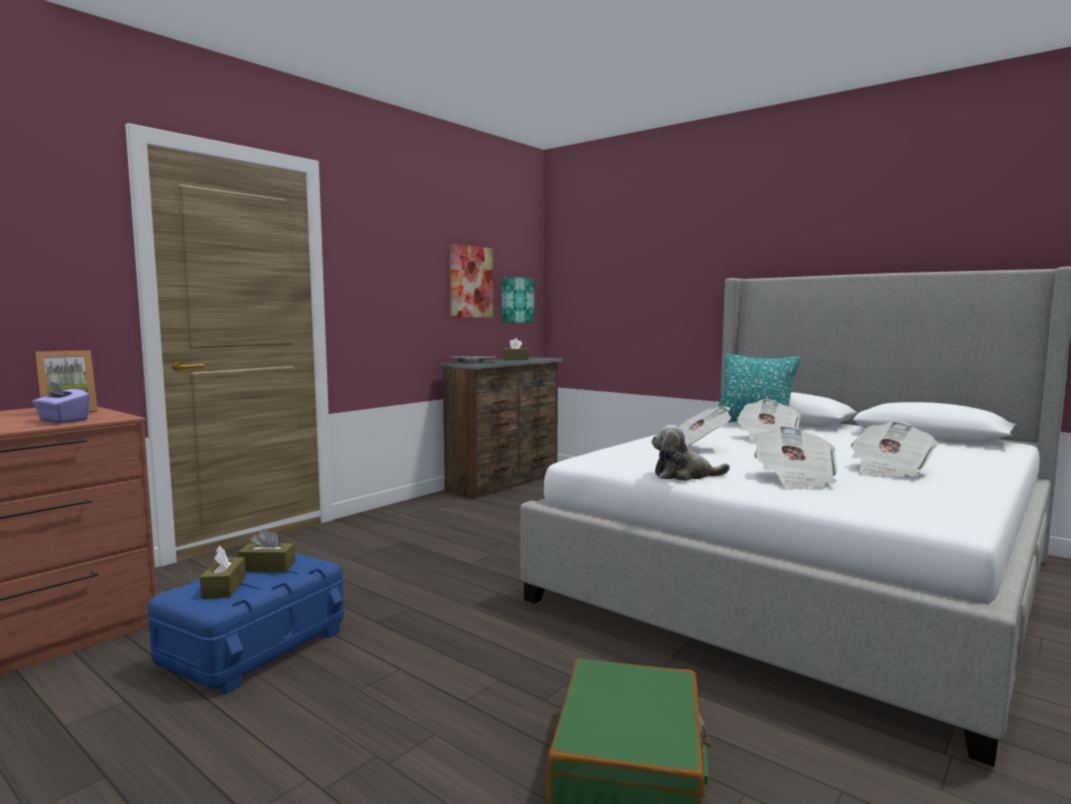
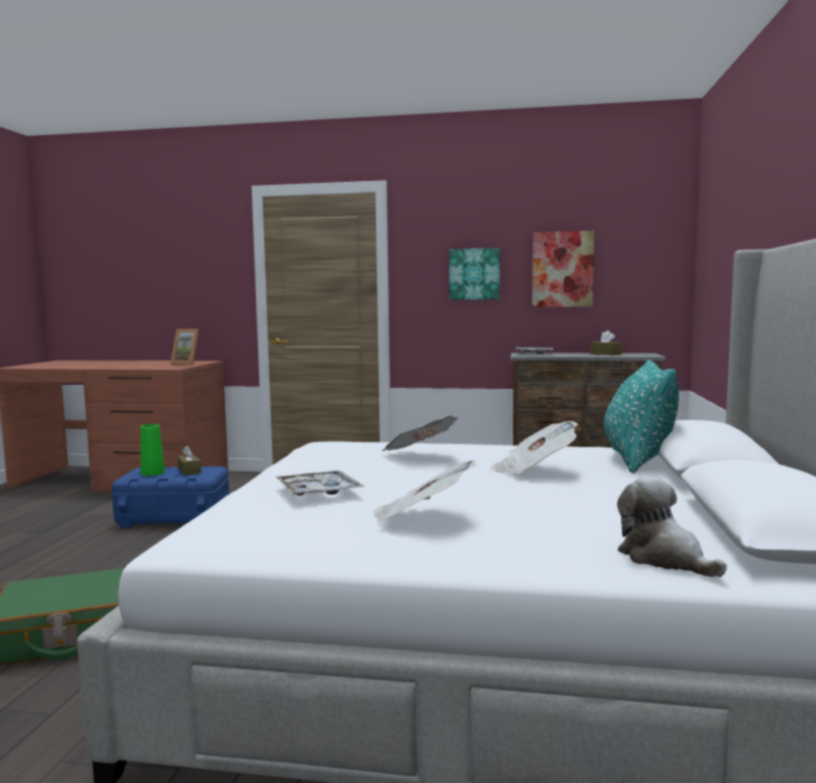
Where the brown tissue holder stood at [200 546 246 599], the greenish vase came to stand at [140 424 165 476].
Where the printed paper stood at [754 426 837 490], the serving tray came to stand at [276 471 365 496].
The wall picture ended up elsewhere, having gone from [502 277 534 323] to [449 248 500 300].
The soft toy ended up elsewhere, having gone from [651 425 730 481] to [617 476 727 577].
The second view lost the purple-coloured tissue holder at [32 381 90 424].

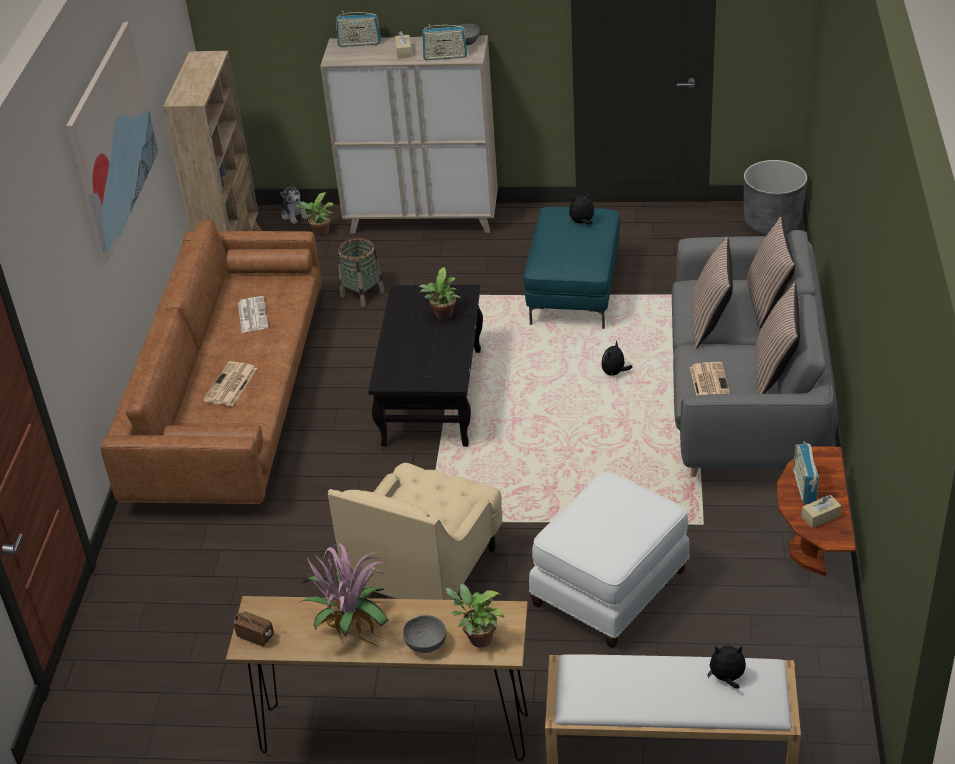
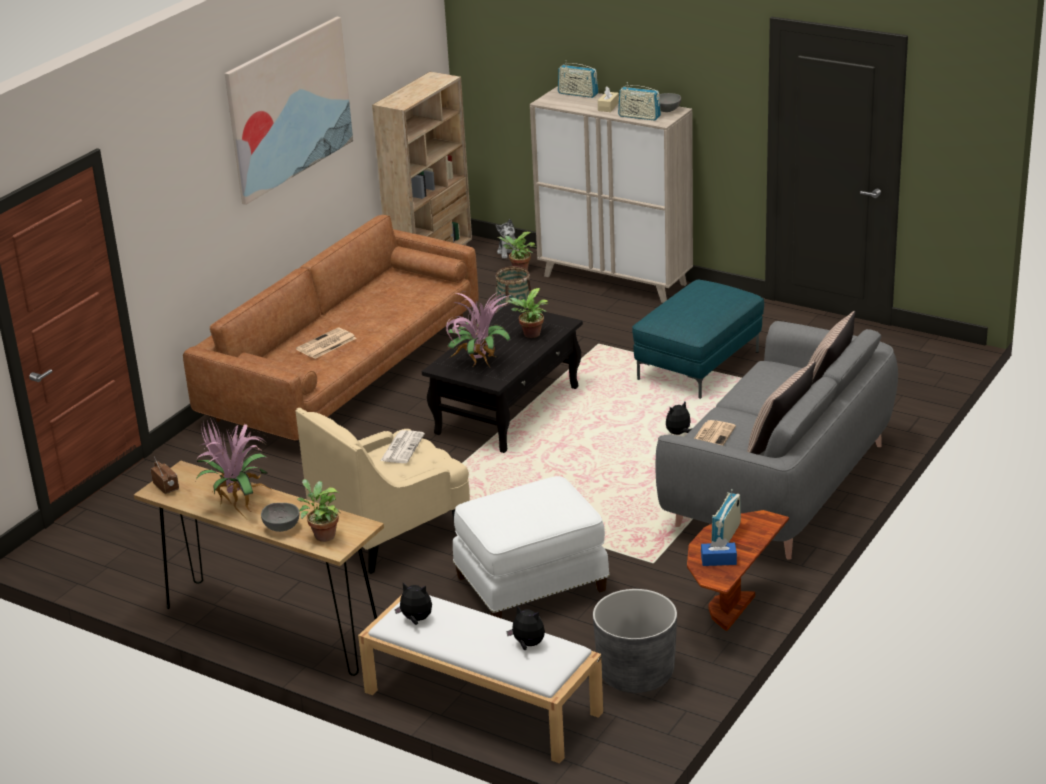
The printed paper ended up elsewhere, having gone from [238 296 269 333] to [380 430 425 463].
The soft toy ended up elsewhere, having gone from [569 194 594 225] to [395 583 432 625].
The second view gained the potted plant at [446 291 512 368].
The grey plant pot ended up elsewhere, having gone from [744 160 807 235] to [593 589 677 693].
What was the sand-coloured tissue holder at [801 495 841 528] turned into the blue tissue holder at [701 537 737 566].
The second view lost the throw pillow at [692 237 733 349].

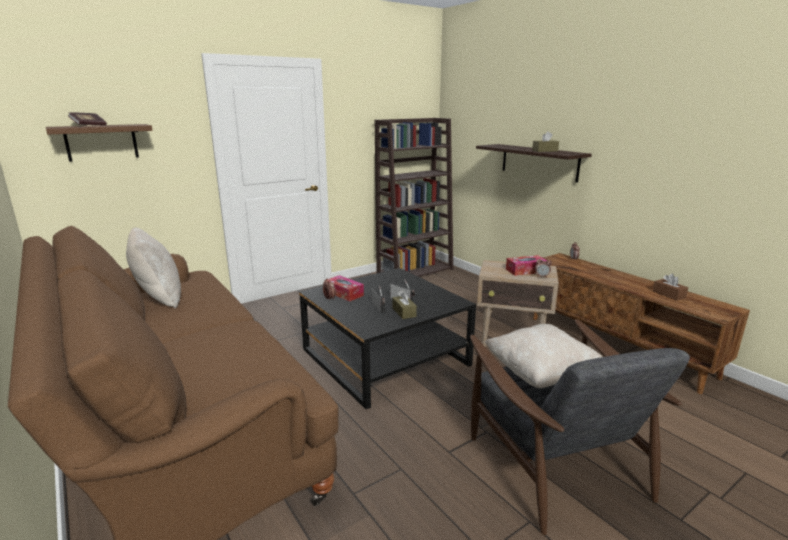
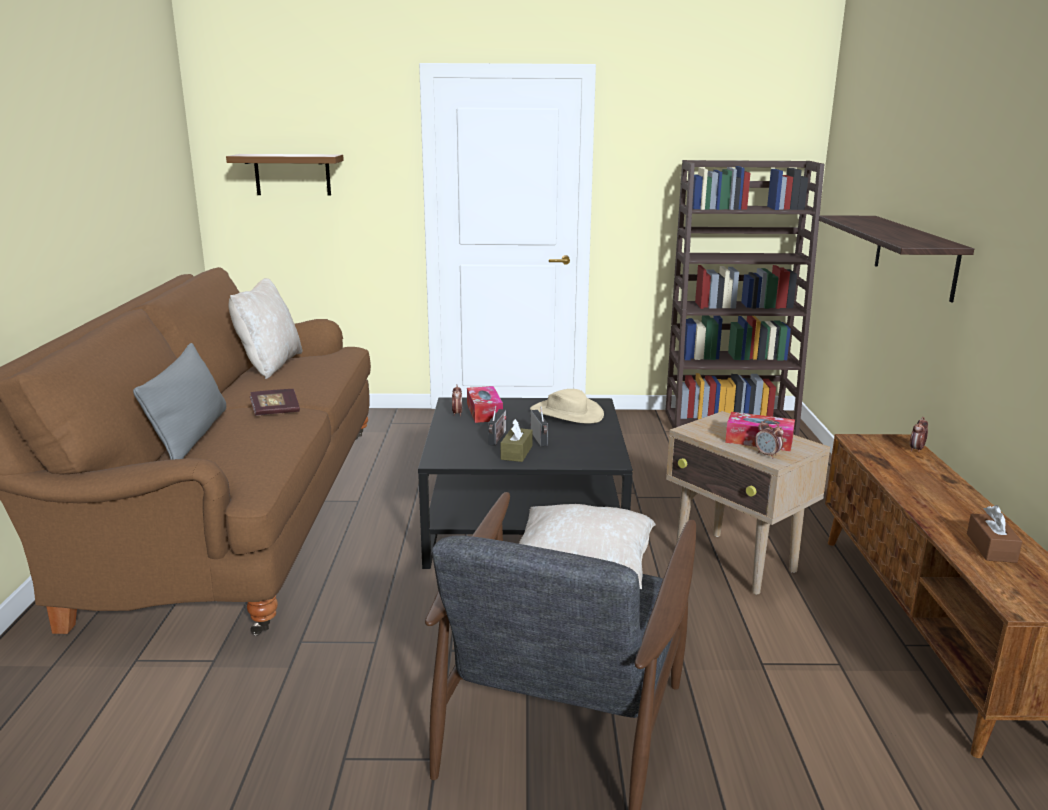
The second view gained the grey throw pillow at [133 343 226 460].
The bound book ended up elsewhere, having gone from [68 112 107 126] to [250 389 300 416].
The second view gained the sand-coloured wearable hat at [530 389 604 423].
The second view lost the brown tissue holder at [532 131 559 152].

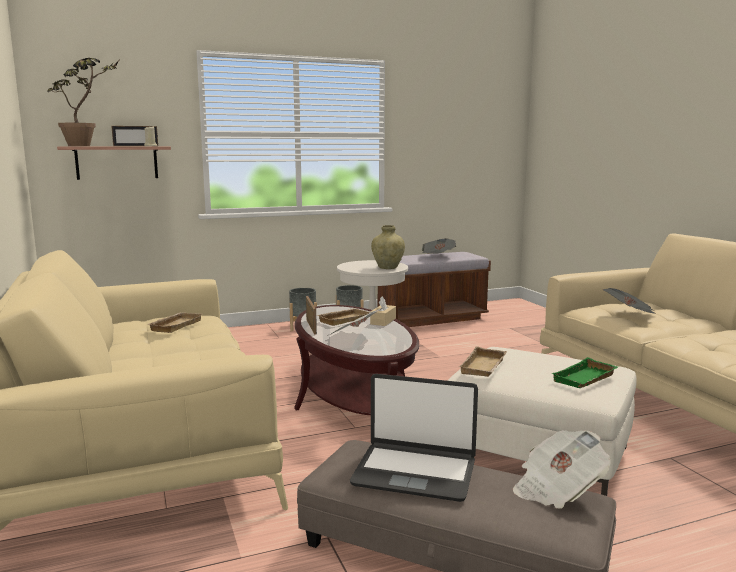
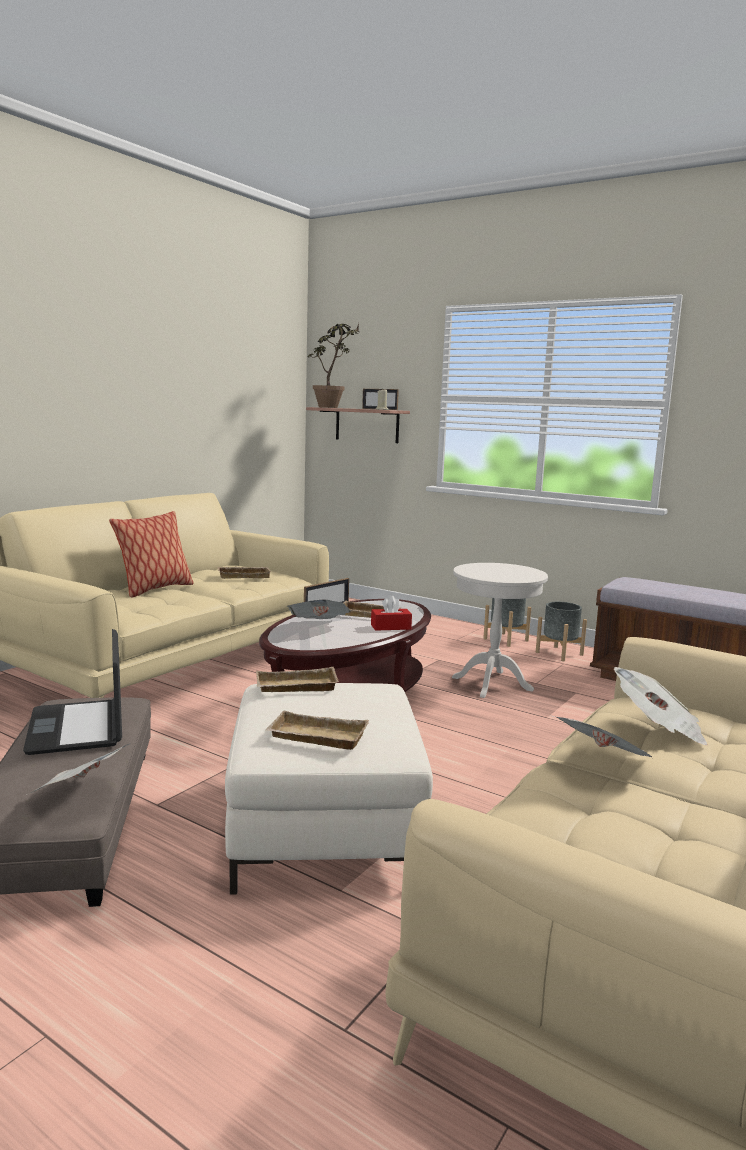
The second view gained the throw pillow at [109 511 194 598].
What was the greenish serving tray at [551 357 618 388] turned into the sand-coloured serving tray at [266 711 369 750].
What was the sand-coloured tissue holder at [370 296 396 326] turned into the reddish tissue holder at [371 596 412 631].
The printed paper ended up elsewhere, having gone from [422 238 456 254] to [550 715 652 757].
The second view lost the sand-coloured vase at [371 225 405 269].

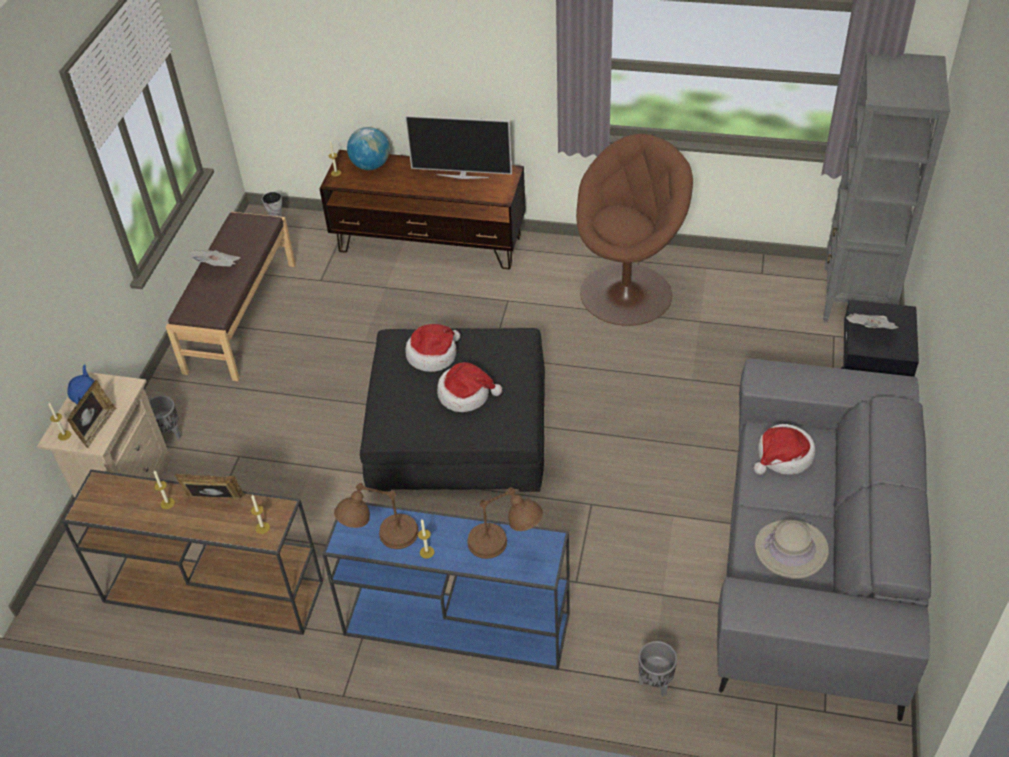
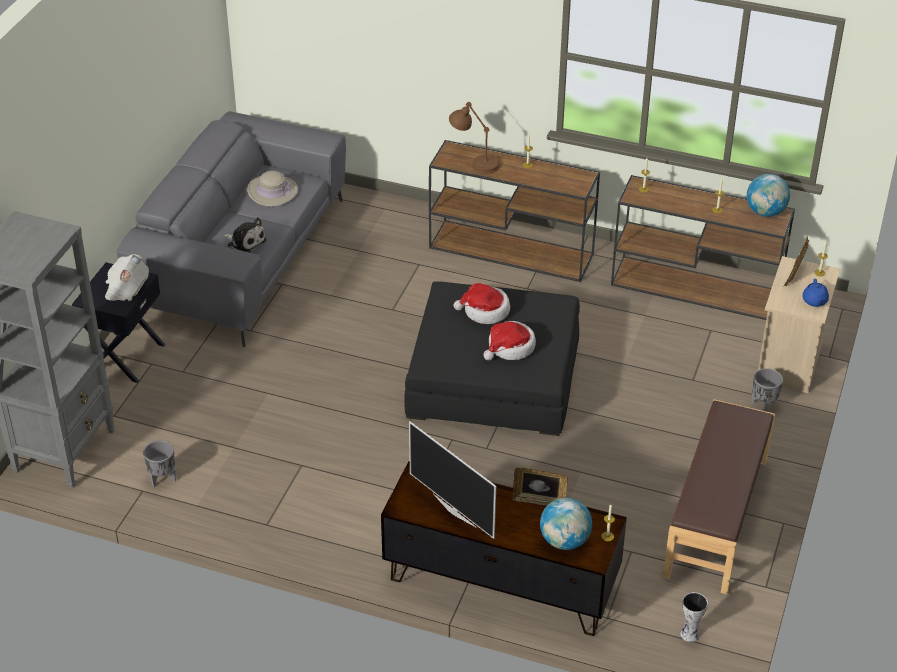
The grey plant pot ended up elsewhere, having gone from [639 641 677 697] to [143 440 176 487].
Where the wearable hat stood at [754 424 816 475], the soft toy came to stand at [224 217 266 253].
The television at [405 115 512 179] ended up facing another way, 150 degrees counterclockwise from before.
What was the blue console table at [322 499 570 670] turned into the brown console table at [429 140 600 282].
The picture frame ended up elsewhere, having gone from [175 473 245 498] to [512 468 568 506].
The second view gained the world globe at [747 174 790 217].
The second view lost the printed paper at [188 250 240 267].
The second view lost the brown lamp for a table at [334 483 419 549].
The second view lost the brown easy chair at [576 134 693 326].

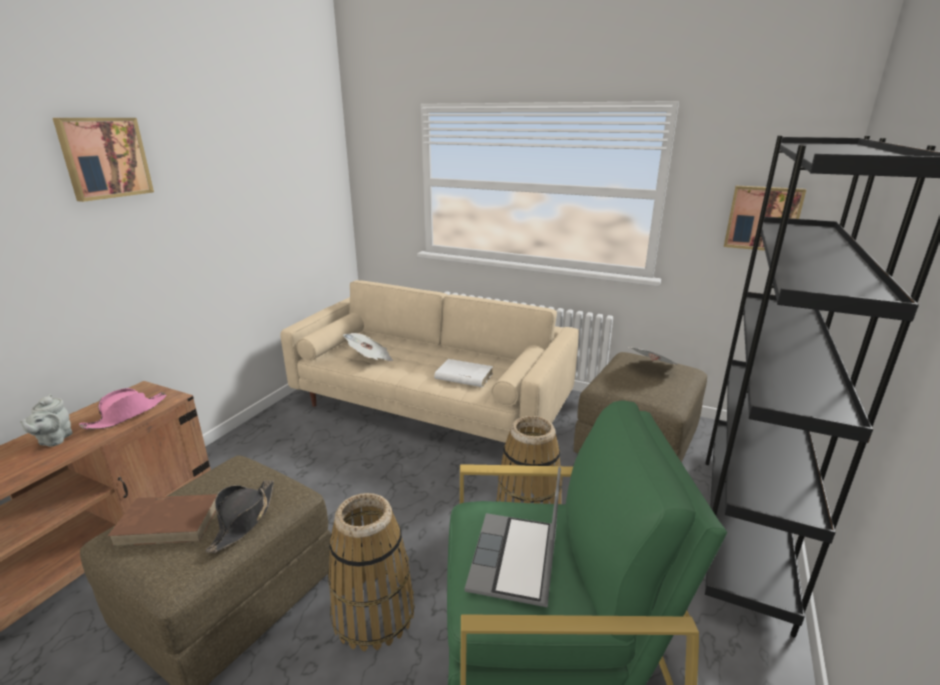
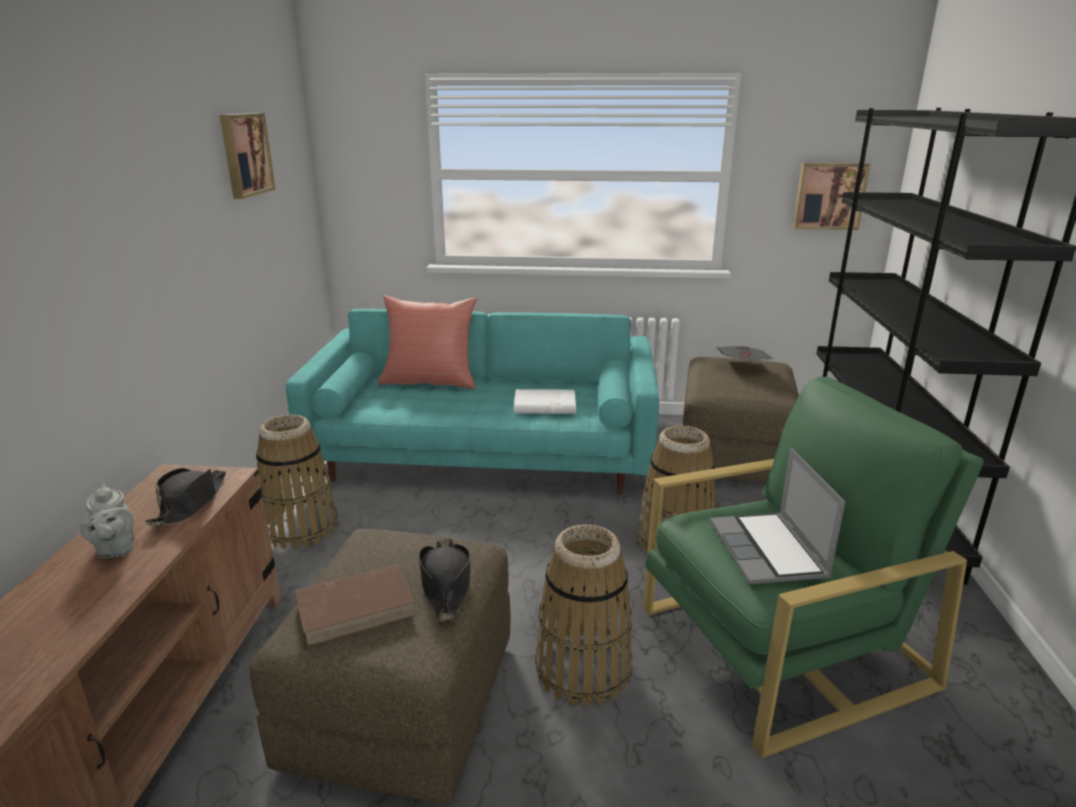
What was the pink-coloured wearable hat at [79 388 167 429] turned into the black wearable hat at [145 468 226 526].
The wall picture ended up elsewhere, having gone from [53 118 154 202] to [220 113 276 199].
The second view gained the basket at [256 415 338 549].
What was the sand-coloured settee at [281 280 579 443] turned into the turquoise settee at [286 309 659 494].
The second view gained the reddish throw pillow at [378 296 477 389].
The second view lost the printed paper at [343 333 393 361].

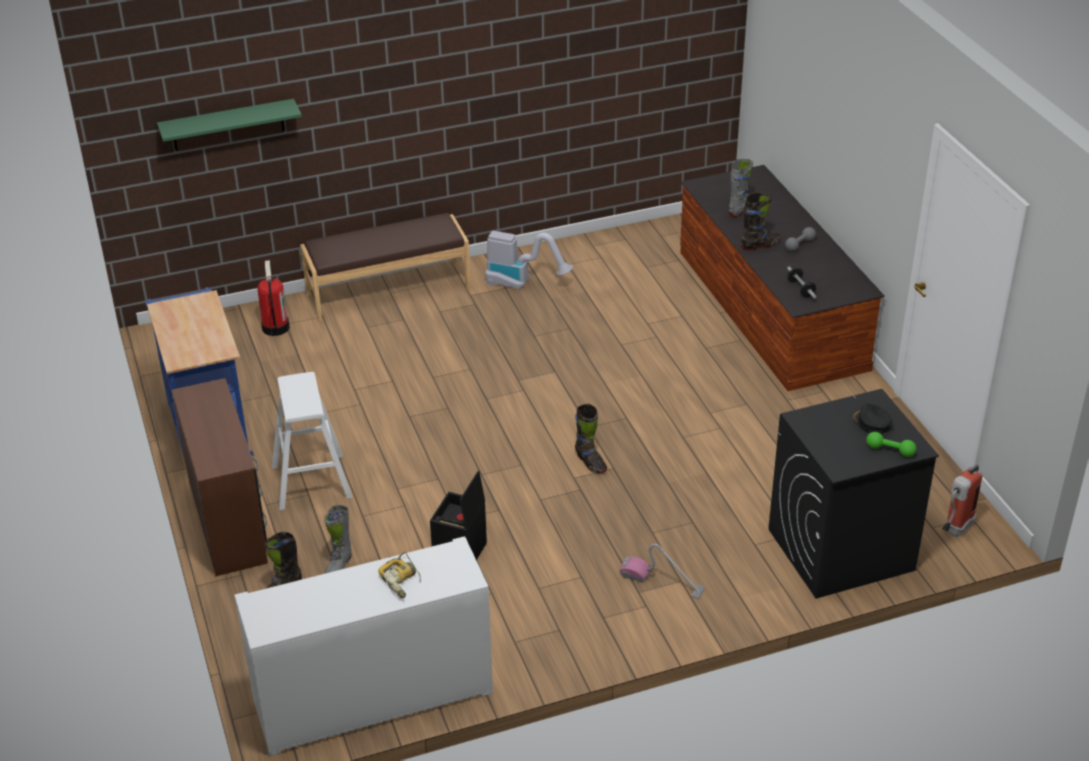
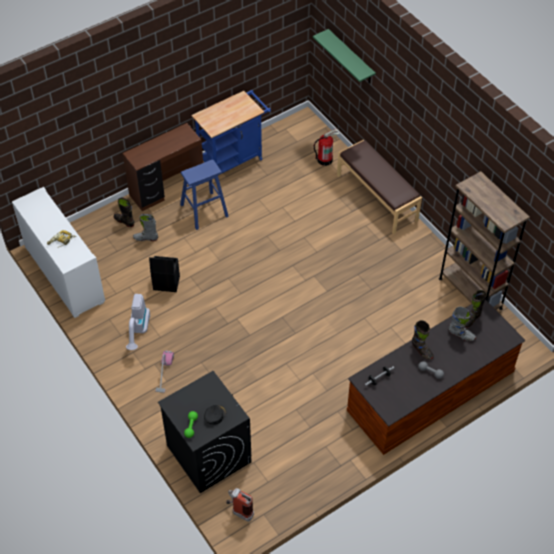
The vacuum cleaner ended up elsewhere, having gone from [485 231 573 290] to [126 294 150 350].
What was the white-coloured sitting stool at [272 372 352 510] turned into the blue sitting stool at [180 160 229 230].
The second view gained the brown bookcase at [439 171 530 310].
The black tall boot ended up elsewhere, having gone from [575 404 607 473] to [465 290 487 328].

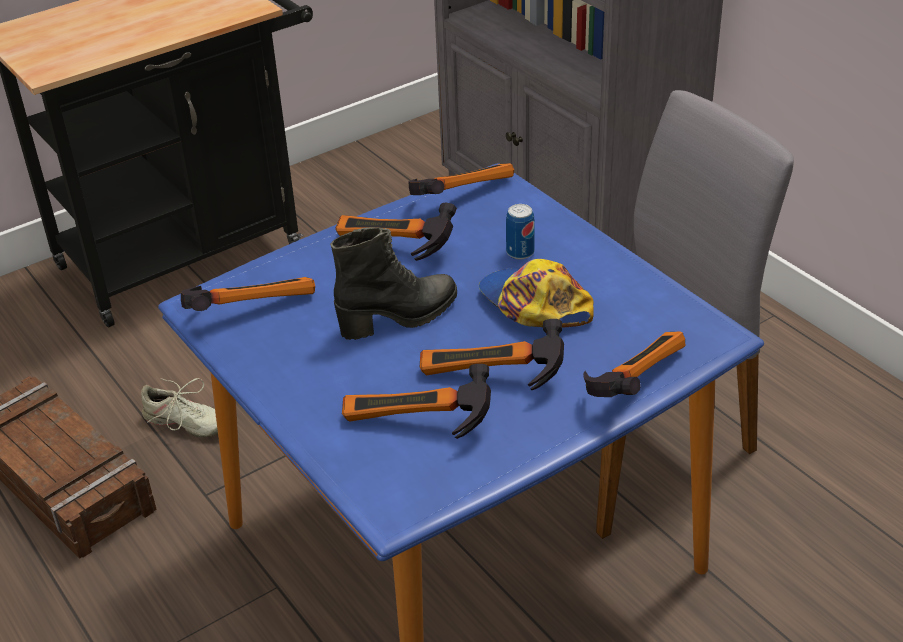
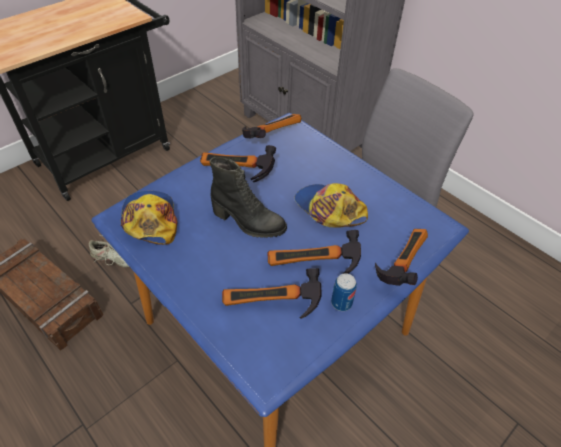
Where the tool hammer stood at [181 277 315 311], the baseball cap came to stand at [121 191 178 245].
The black tall boot at [330 227 457 340] ended up facing another way, 60 degrees clockwise from before.
The can ended up elsewhere, having gone from [506 204 535 260] to [331 273 357 311].

